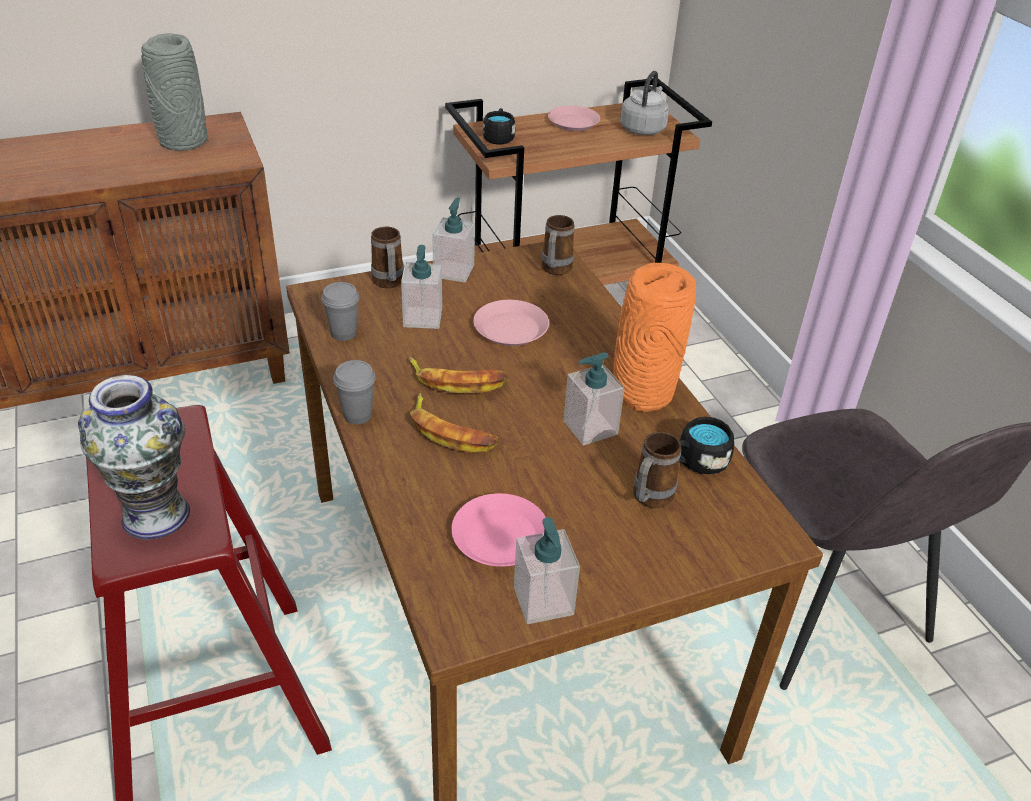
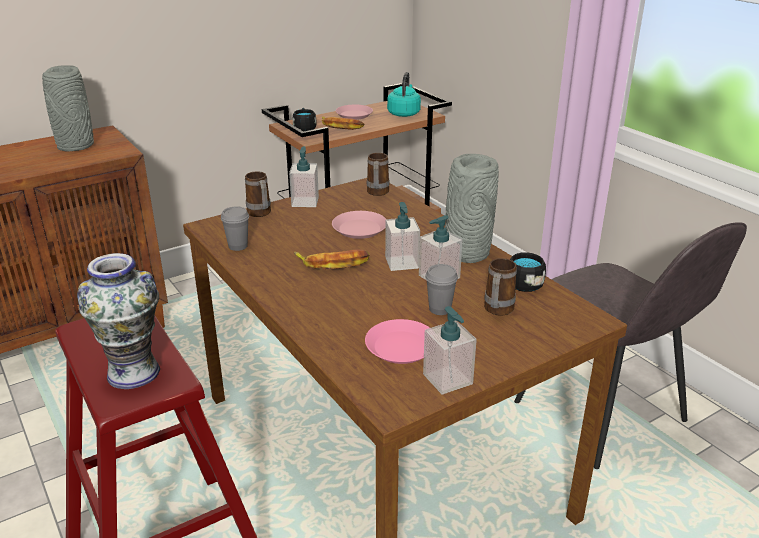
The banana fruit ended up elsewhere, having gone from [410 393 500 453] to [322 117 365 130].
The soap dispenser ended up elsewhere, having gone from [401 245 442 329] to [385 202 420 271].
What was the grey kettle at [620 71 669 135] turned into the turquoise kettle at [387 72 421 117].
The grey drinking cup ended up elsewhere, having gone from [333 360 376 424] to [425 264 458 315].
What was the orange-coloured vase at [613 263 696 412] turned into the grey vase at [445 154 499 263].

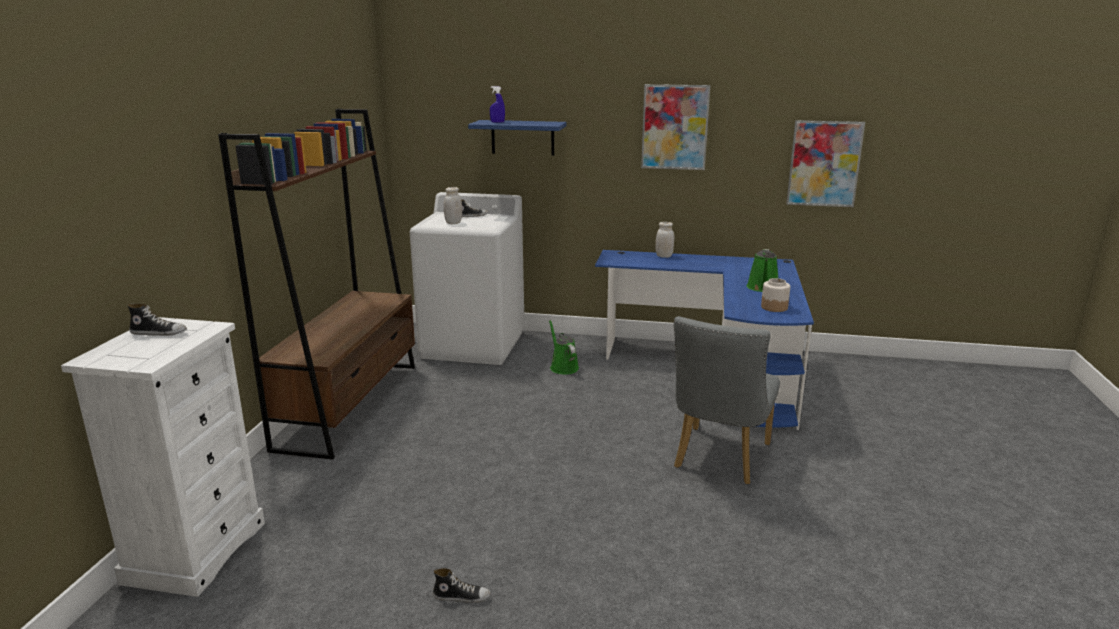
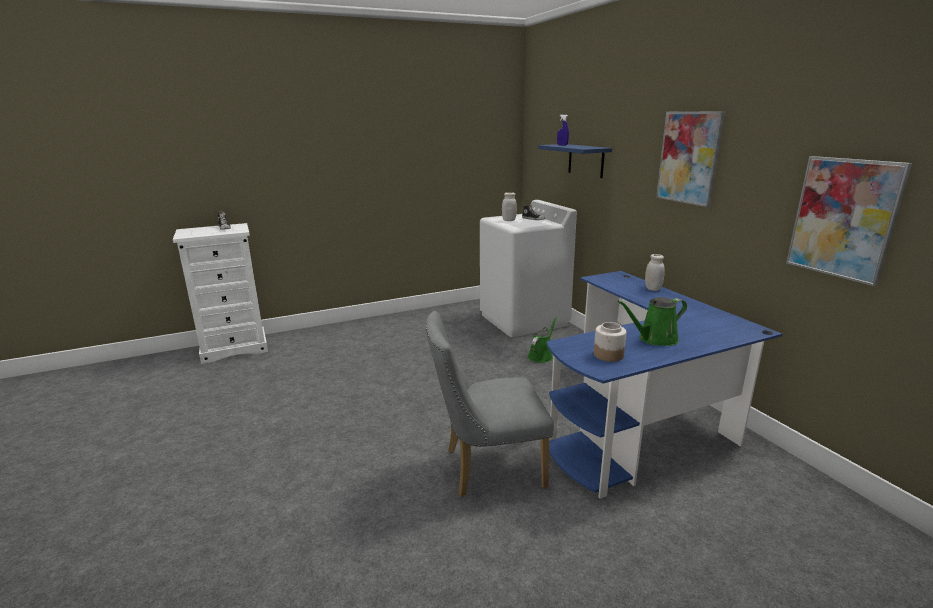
The second view lost the brown bookcase at [218 108 415 460].
The second view lost the shoe at [433 568 491 603].

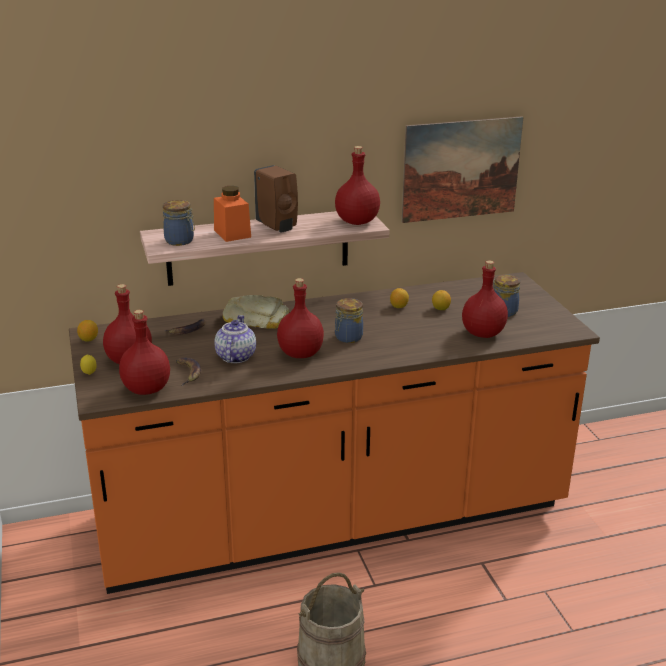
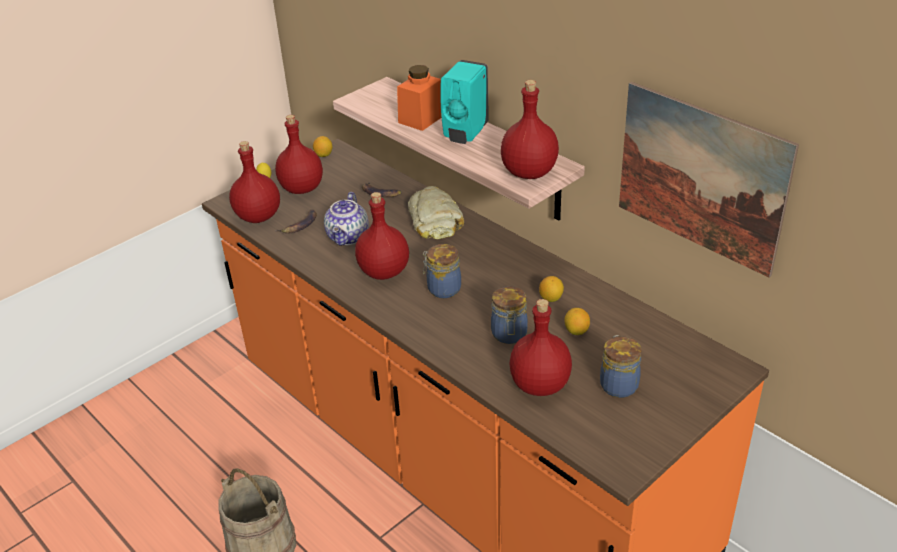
The pot for tea at [214 315 256 363] ended up facing another way, 120 degrees clockwise from before.
What was the brown soap dispenser at [254 165 298 233] turned into the turquoise soap dispenser at [441 60 489 144].
The jar ended up elsewhere, having gone from [163 200 195 246] to [491 286 528 344].

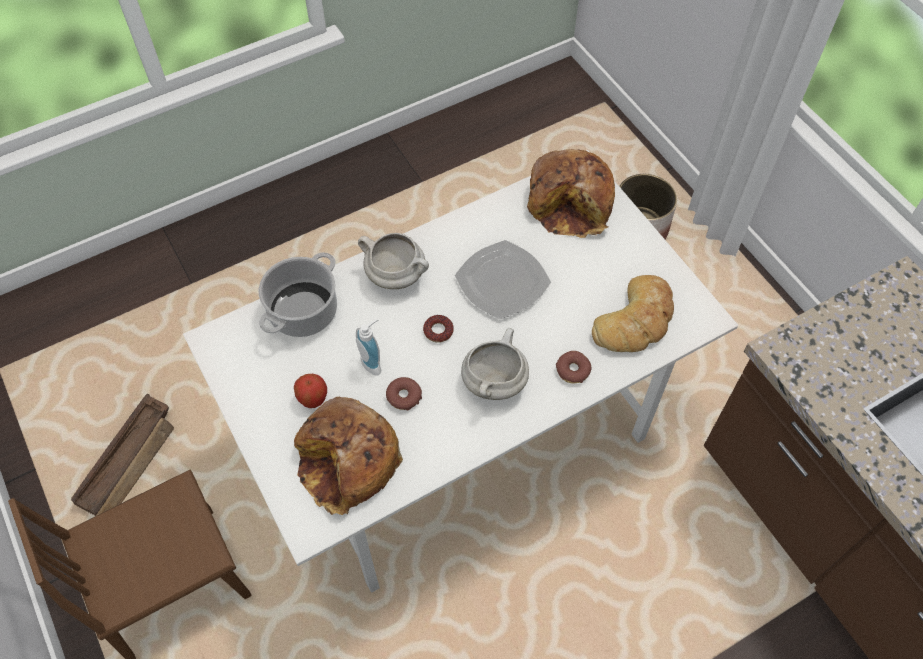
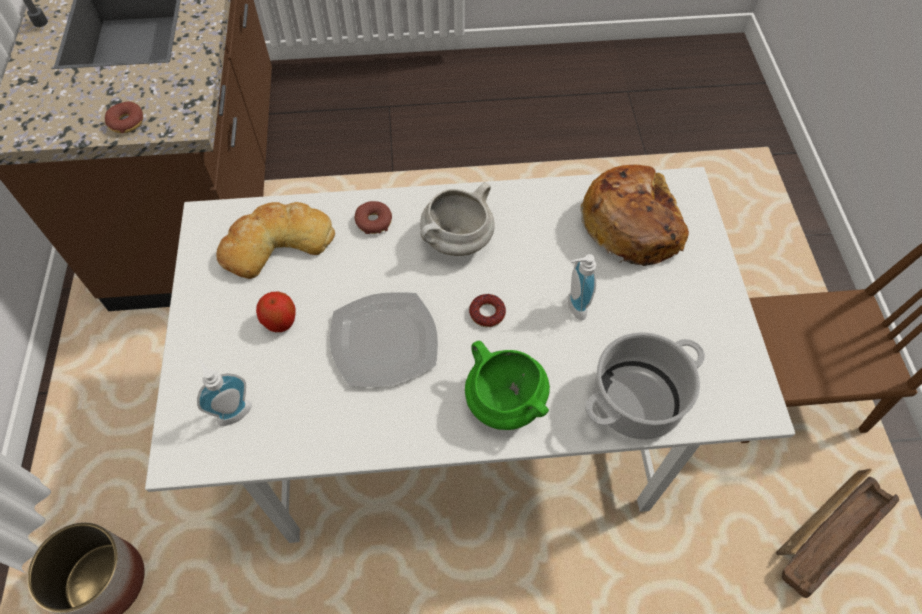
The doughnut ended up elsewhere, having gone from [386 377 422 410] to [105 102 143 133].
Where the bread stood at [527 149 615 238], the soap dispenser came to stand at [197 358 252 426].
The whole apple ended up elsewhere, having gone from [294 374 327 408] to [256 292 295 332].
What was the white-coloured stockpot at [358 233 429 289] turned into the greenish stockpot at [465 341 550 430].

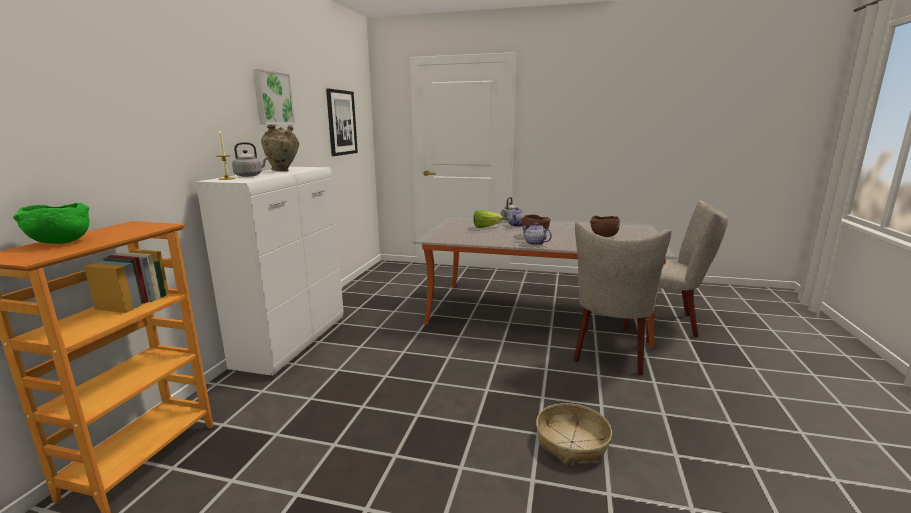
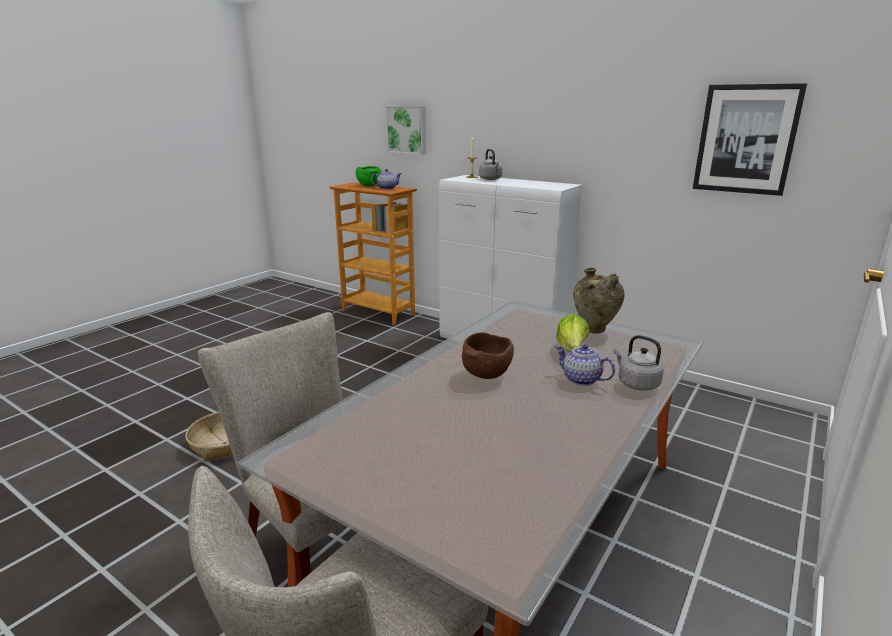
The pot for tea ended up elsewhere, having gone from [522 223 552 245] to [371 169 402 189].
The wall picture ended up elsewhere, having gone from [253 69 295 125] to [385 106 426 155].
The sand-coloured vase ended up elsewhere, having gone from [261 124 299 171] to [573 268 625 333].
The second view lost the brown bowl at [590 216 620 237].

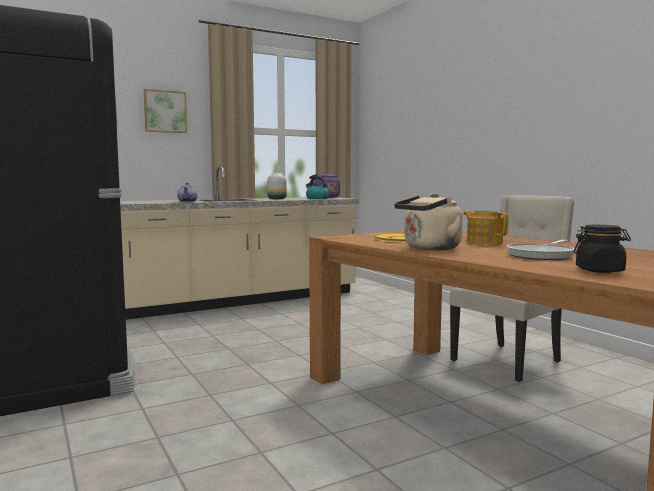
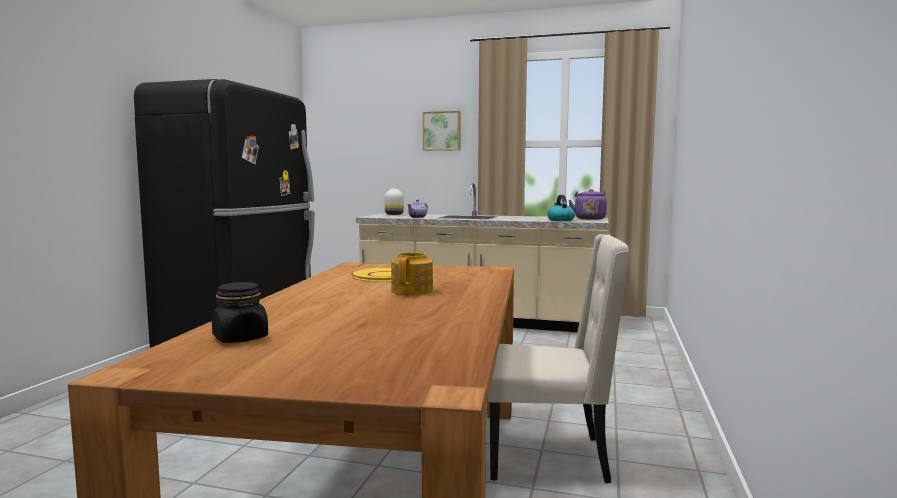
The white-coloured vase ended up elsewhere, having gone from [267 171 287 199] to [385 188 404 215].
The second view lost the sand-coloured kettle at [394 193 463 250].
The second view lost the frying pan at [507 240 575 260].

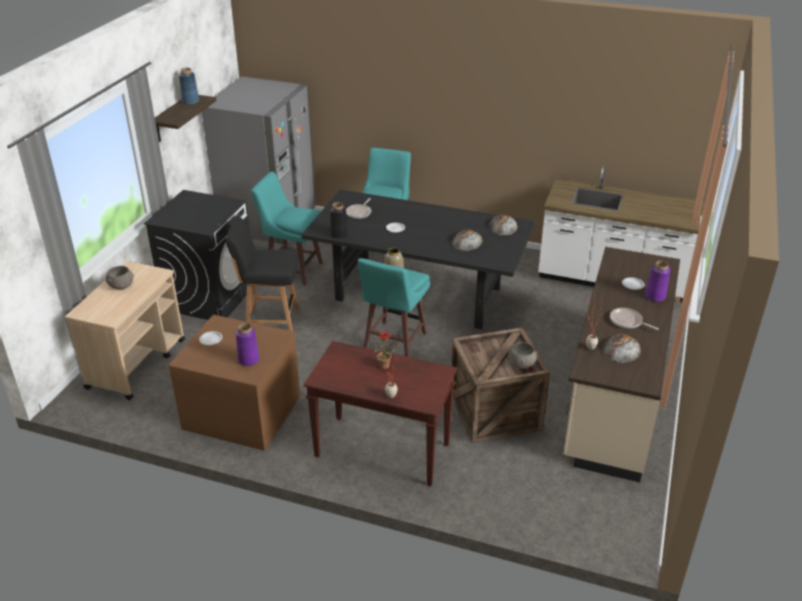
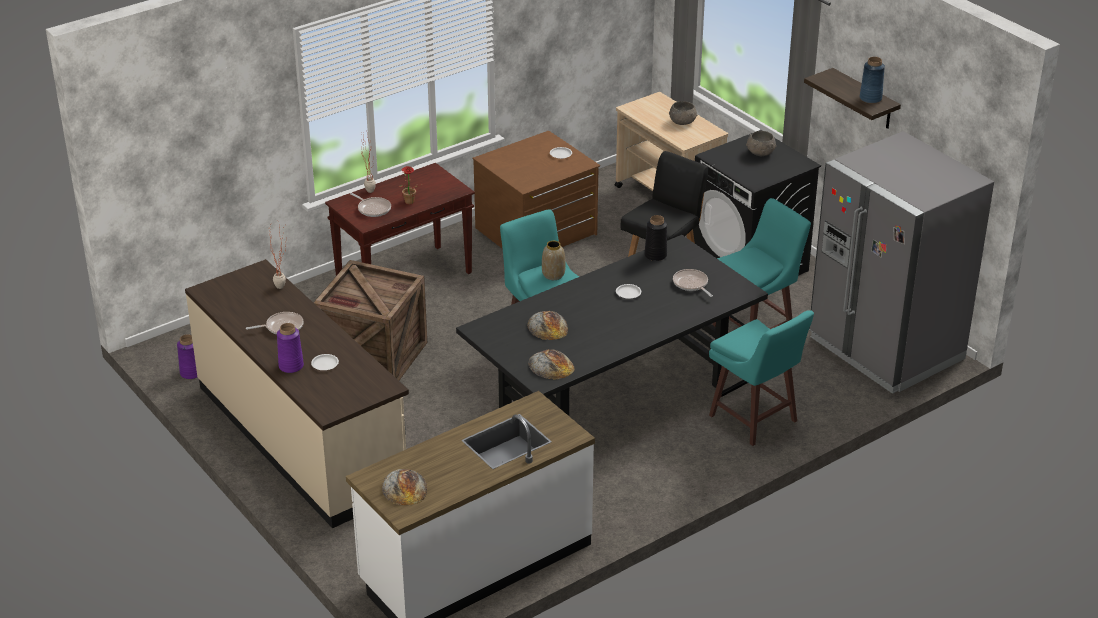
The purple-coloured vase ended up elsewhere, having gone from [236 323 259 366] to [177 334 197 379].
The second view gained the frying pan at [350 193 391 217].
The bread ended up elsewhere, having gone from [602 334 641 363] to [382 469 427 505].
The grey bowl ended up elsewhere, having gone from [508 342 537 369] to [746 131 776 156].

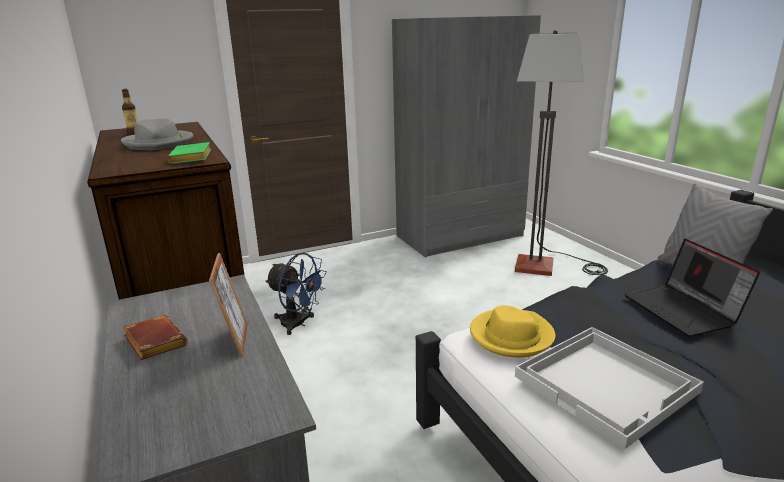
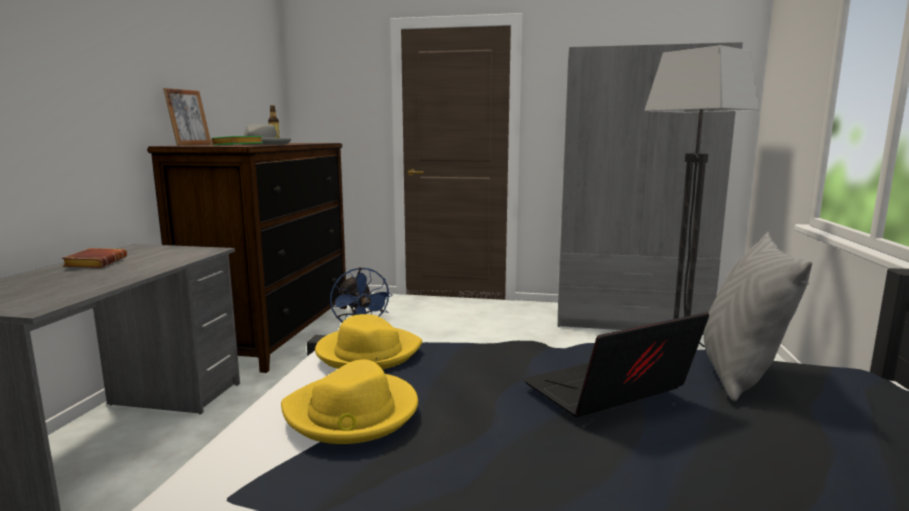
The picture frame ended up elsewhere, having gone from [209 253 248 357] to [163 88 212 145].
Where the white-coloured serving tray stood at [515 327 704 449], the yellow wearable hat came to stand at [281 359 418 444].
The laptop at [624 239 760 337] ended up facing another way, 45 degrees clockwise from before.

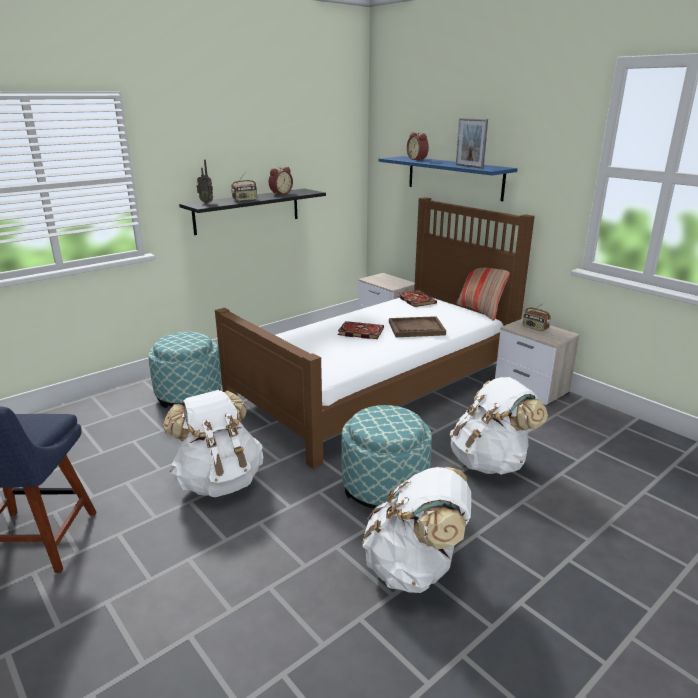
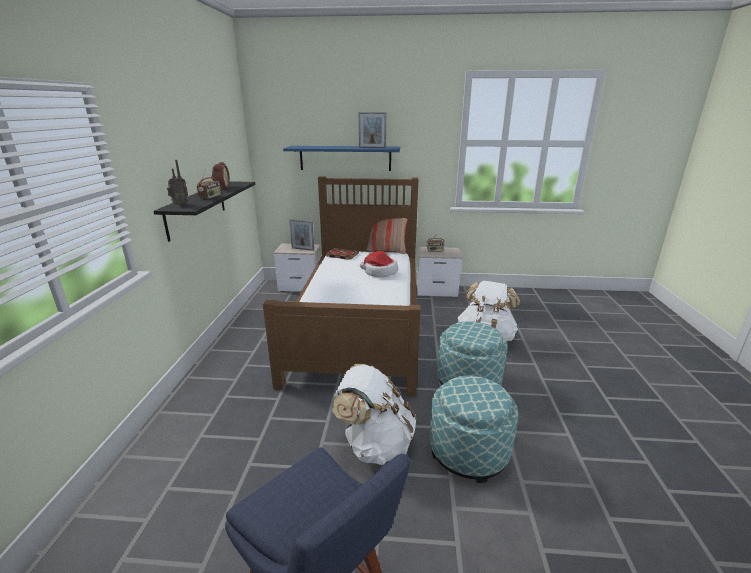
The second view gained the picture frame at [289 219 314 251].
Where the brown serving tray stood at [389 316 446 337], the wearable hat came to stand at [360 251 398 277].
The footrest ended up elsewhere, having gone from [148 332 222 408] to [430 376 518 483].
The second view lost the bound book at [338 321 384 339].
The second view lost the white-coloured knapsack at [362 467 471 593].
The second view lost the table clock at [407 132 429 160].

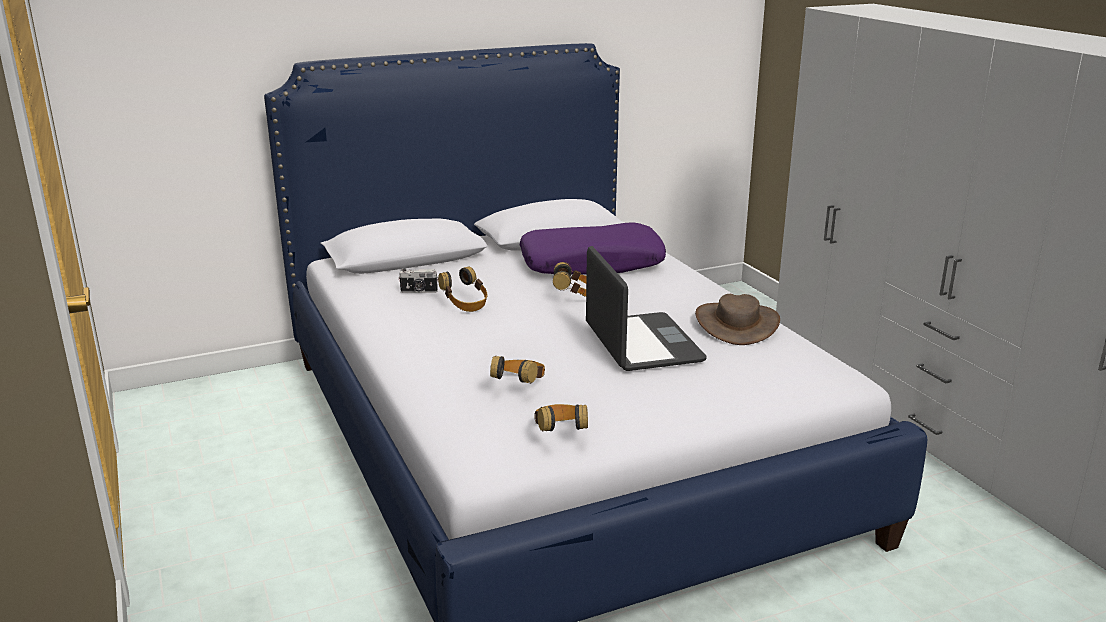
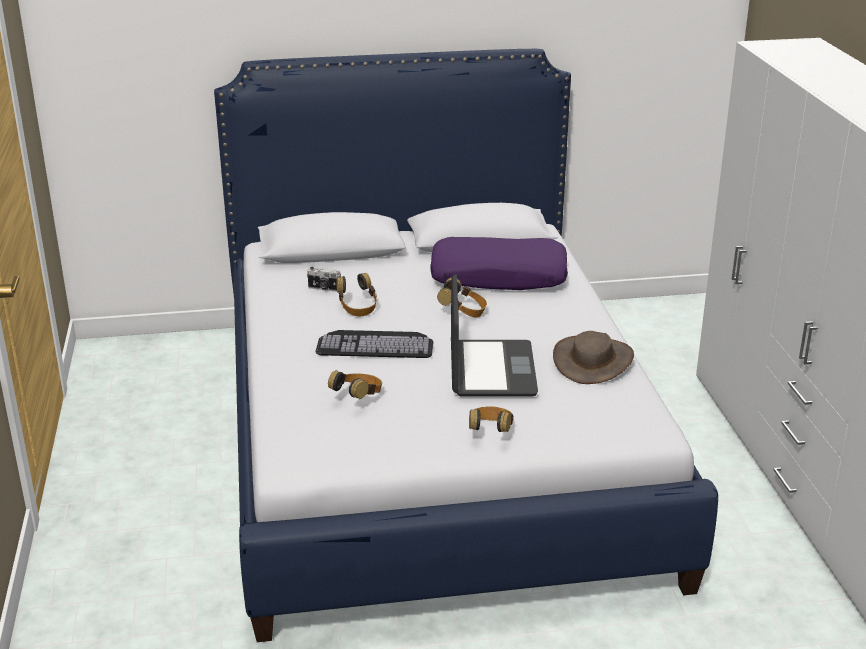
The second view gained the keyboard at [315 330 434 358].
The headphones ended up elsewhere, having gone from [534 404 588 431] to [469 406 513 432].

